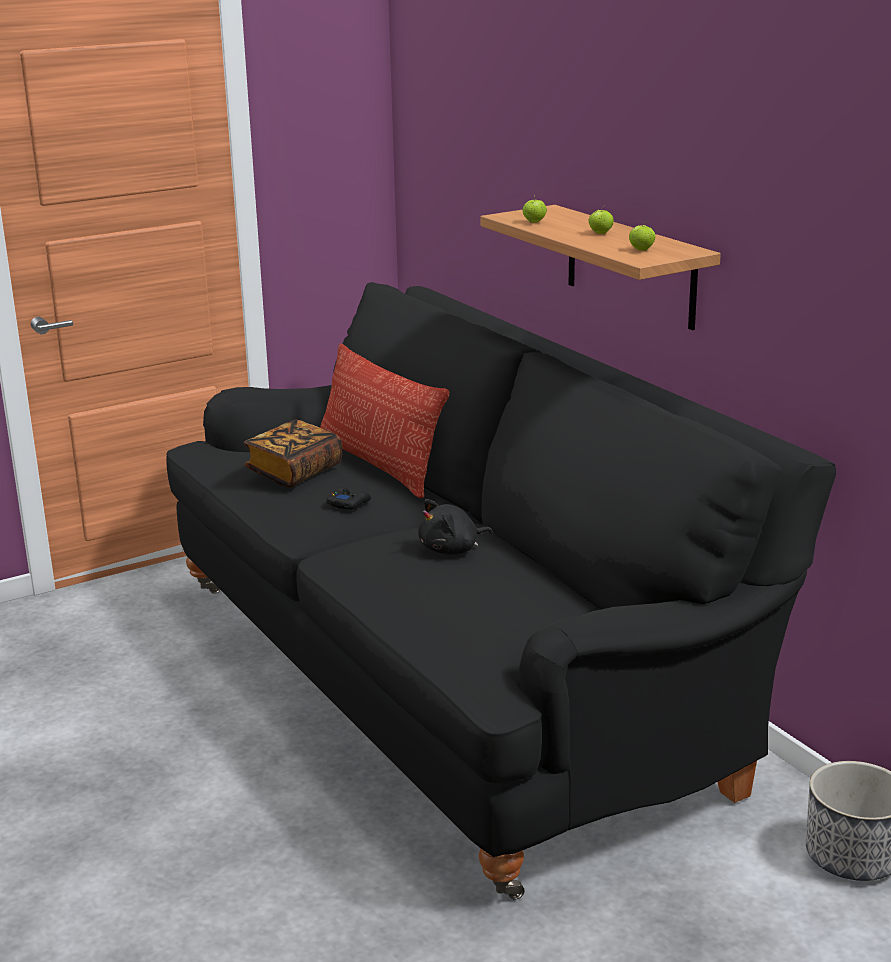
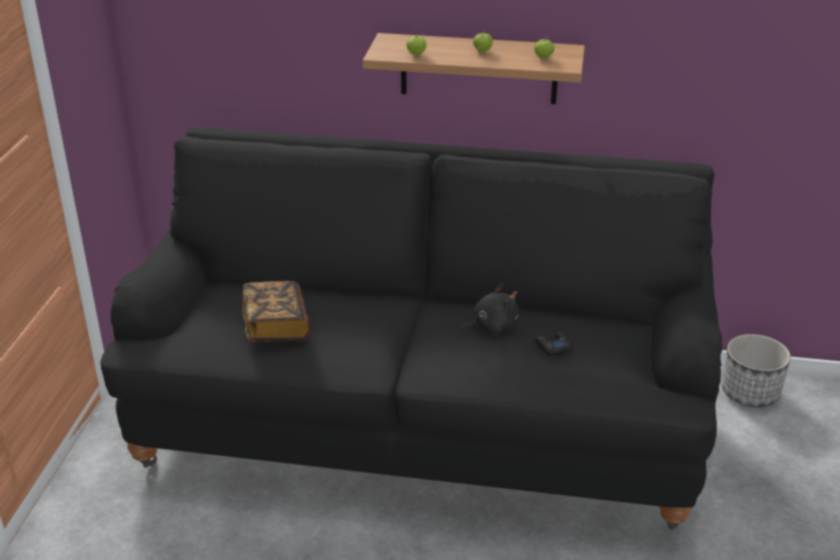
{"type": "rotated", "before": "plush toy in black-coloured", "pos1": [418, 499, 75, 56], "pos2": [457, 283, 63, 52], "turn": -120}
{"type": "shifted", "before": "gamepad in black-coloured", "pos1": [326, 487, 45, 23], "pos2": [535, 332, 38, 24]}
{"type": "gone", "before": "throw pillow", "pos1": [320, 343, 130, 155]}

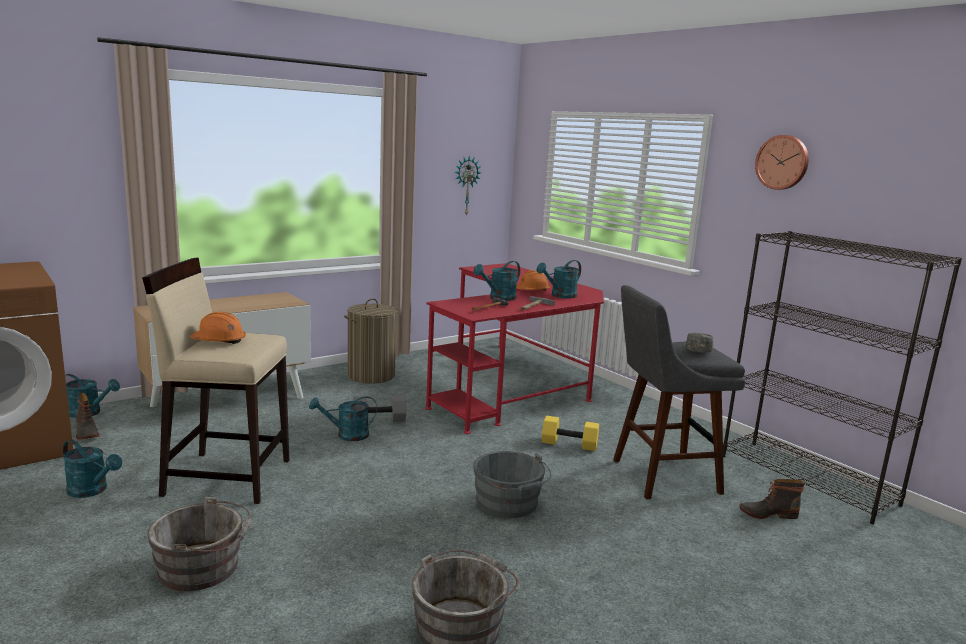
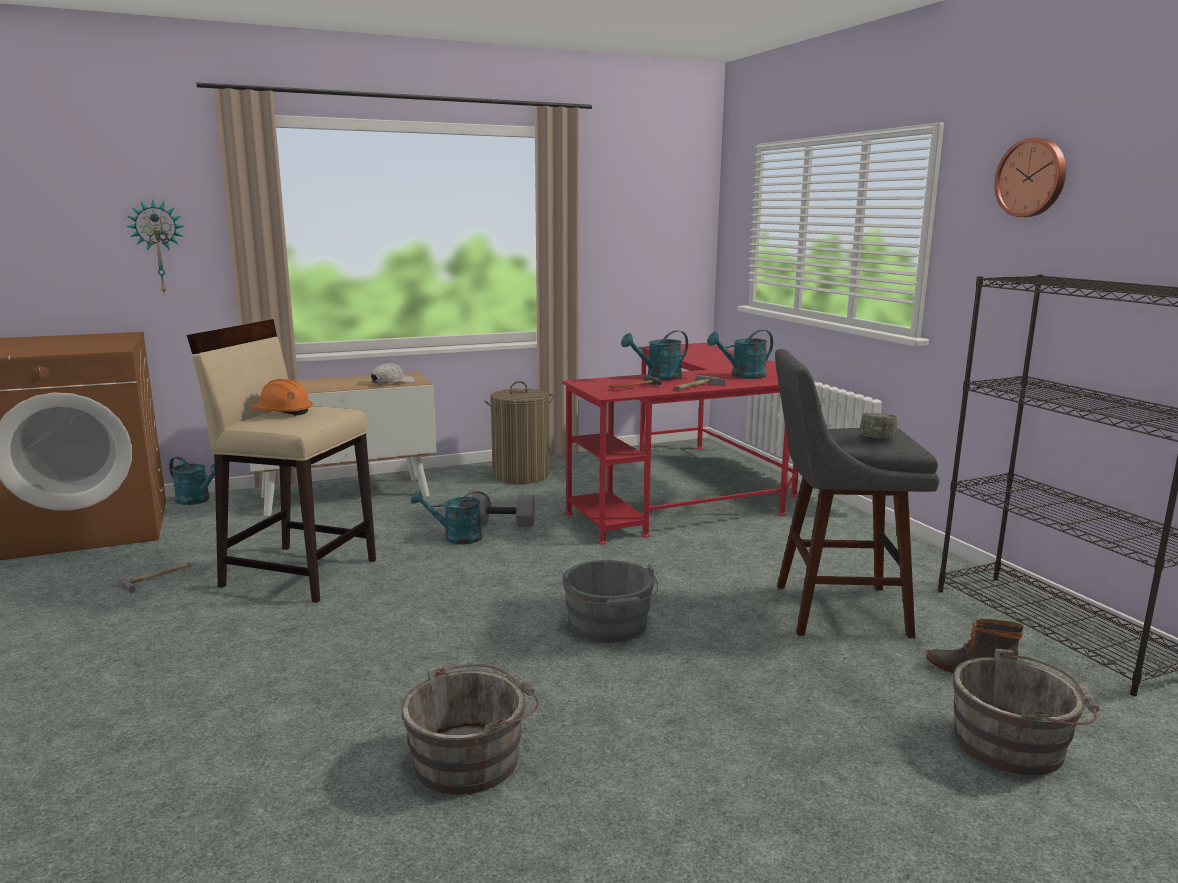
{"type": "swapped", "before": "watering pot in blue-green", "after": "hand hammer", "pos1": [63, 440, 59, 58], "pos2": [118, 562, 74, 31]}
{"type": "shifted", "before": "hanging clock", "pos1": [455, 155, 26, 61], "pos2": [126, 199, 58, 96]}
{"type": "new", "after": "peaked cap in white-coloured", "pos2": [371, 362, 44, 22]}
{"type": "shifted", "before": "bucket in gray", "pos1": [147, 497, 105, 94], "pos2": [953, 648, 146, 127]}
{"type": "gone", "before": "boot", "pos1": [76, 393, 23, 47]}
{"type": "gone", "before": "safety helmet in orange", "pos1": [516, 270, 34, 21]}
{"type": "gone", "before": "dumbbell in yellow-coloured", "pos1": [542, 415, 57, 36]}

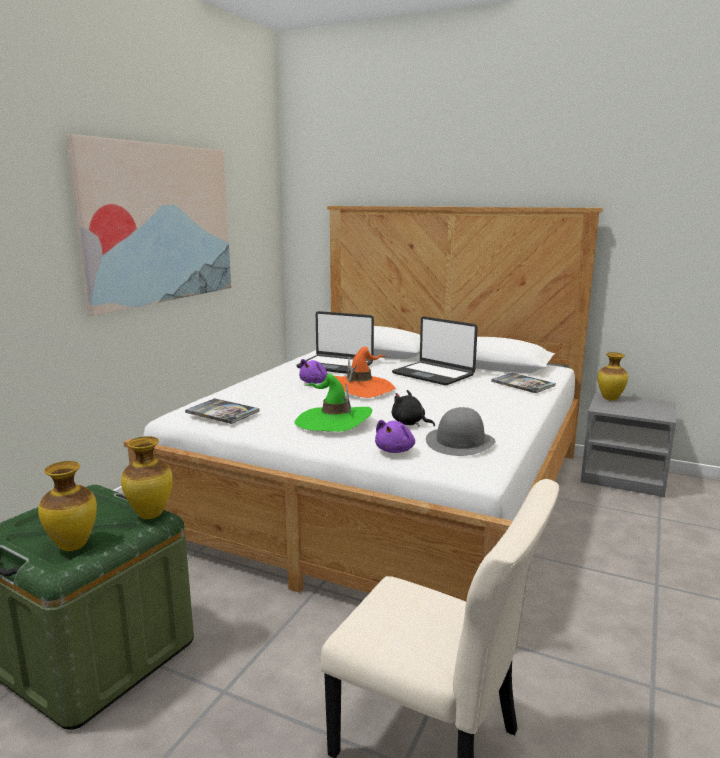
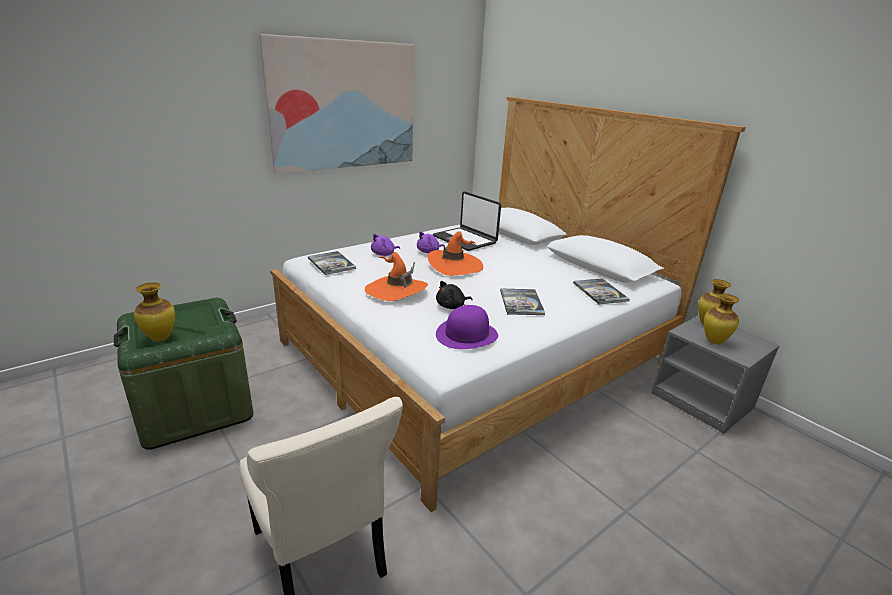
{"type": "repainted", "before": "wearable hat in green", "after": "wearable hat in orange", "pos1": [294, 374, 78, 58], "pos2": [365, 252, 63, 49]}
{"type": "shifted", "before": "plush toy in purple", "pos1": [375, 420, 40, 33], "pos2": [371, 234, 29, 22]}
{"type": "rotated", "before": "plush toy in black-coloured", "pos1": [392, 390, 43, 37], "pos2": [436, 281, 37, 28], "turn": -90}
{"type": "repainted", "before": "wearable hat in gray", "after": "wearable hat in purple", "pos1": [426, 407, 70, 49], "pos2": [436, 305, 62, 44]}
{"type": "new", "after": "bound book", "pos2": [500, 288, 45, 27]}
{"type": "shifted", "before": "flower vase", "pos1": [121, 436, 52, 83], "pos2": [704, 294, 35, 50]}
{"type": "gone", "before": "laptop", "pos1": [392, 316, 86, 70]}

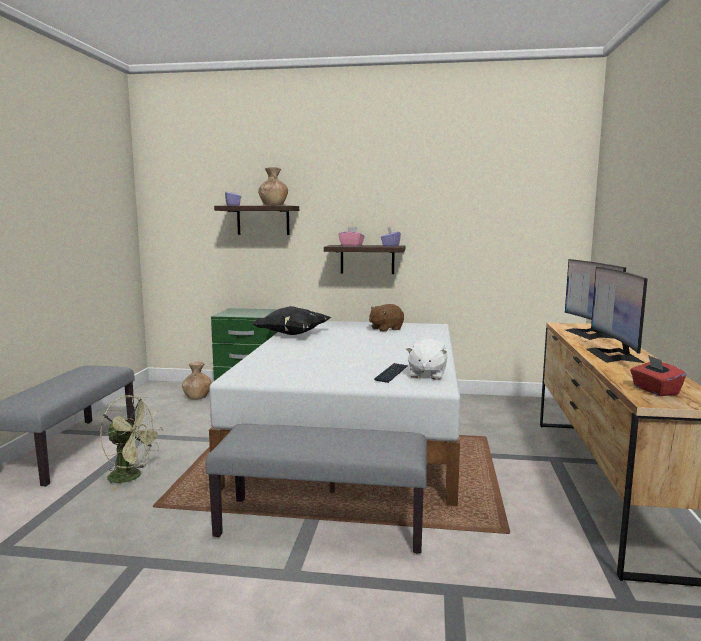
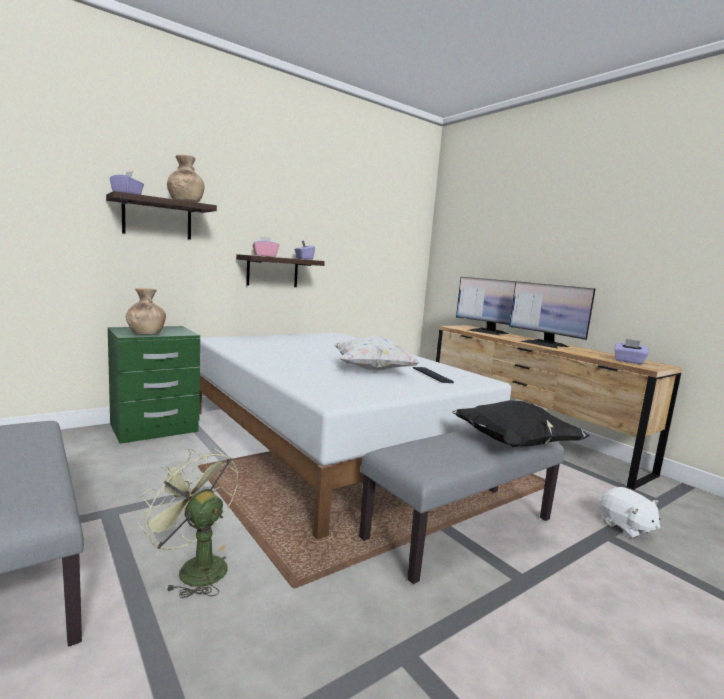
{"type": "shifted", "before": "flower vase in brown-coloured", "pos1": [182, 362, 30, 38], "pos2": [126, 288, 40, 46]}
{"type": "rotated", "before": "fan in green", "pos1": [100, 395, 63, 95], "pos2": [138, 448, 101, 150], "turn": -120}
{"type": "new", "after": "throw pillow in white-coloured", "pos2": [334, 335, 86, 36]}
{"type": "shifted", "before": "throw pillow in black-coloured", "pos1": [251, 306, 80, 29], "pos2": [452, 400, 137, 47]}
{"type": "shifted", "before": "plush toy in white-coloured", "pos1": [406, 339, 41, 41], "pos2": [600, 487, 60, 51]}
{"type": "repainted", "before": "box of tissues in red", "after": "box of tissues in purple", "pos1": [630, 355, 56, 41], "pos2": [614, 339, 35, 25]}
{"type": "gone", "before": "plush toy in brown-coloured", "pos1": [369, 304, 35, 28]}

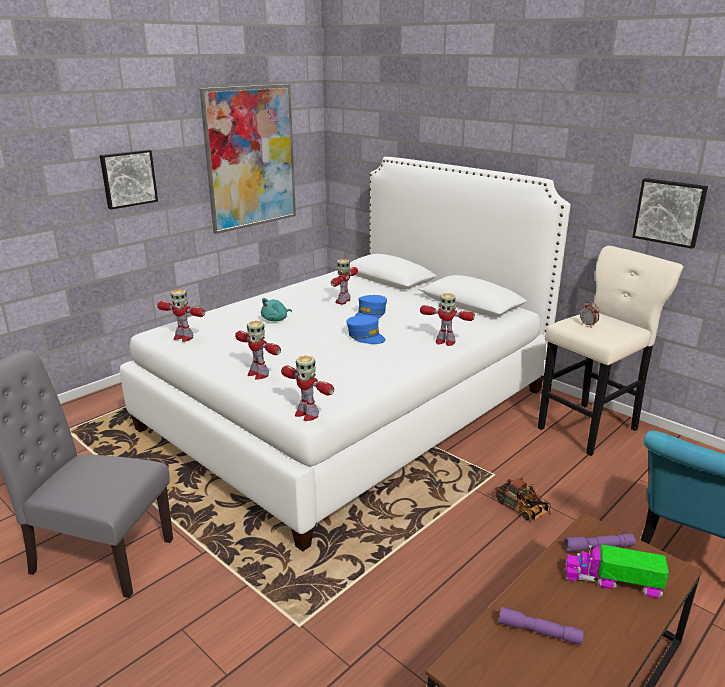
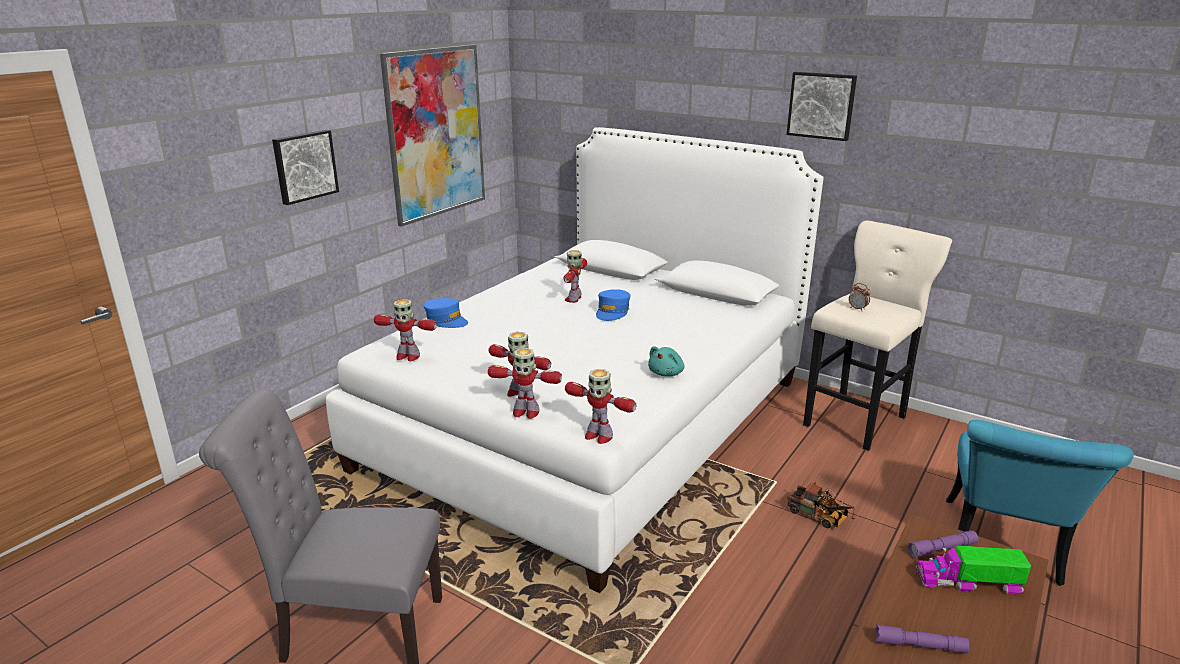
{"type": "shifted", "before": "peaked cap in blue", "pos1": [346, 316, 40, 28], "pos2": [424, 298, 44, 30]}
{"type": "shifted", "before": "robot figure", "pos1": [420, 294, 55, 52], "pos2": [488, 348, 74, 71]}
{"type": "shifted", "before": "plush toy in blue-green", "pos1": [261, 298, 31, 23], "pos2": [648, 346, 37, 30]}
{"type": "shifted", "before": "picture", "pos1": [632, 178, 76, 71], "pos2": [787, 72, 70, 69]}

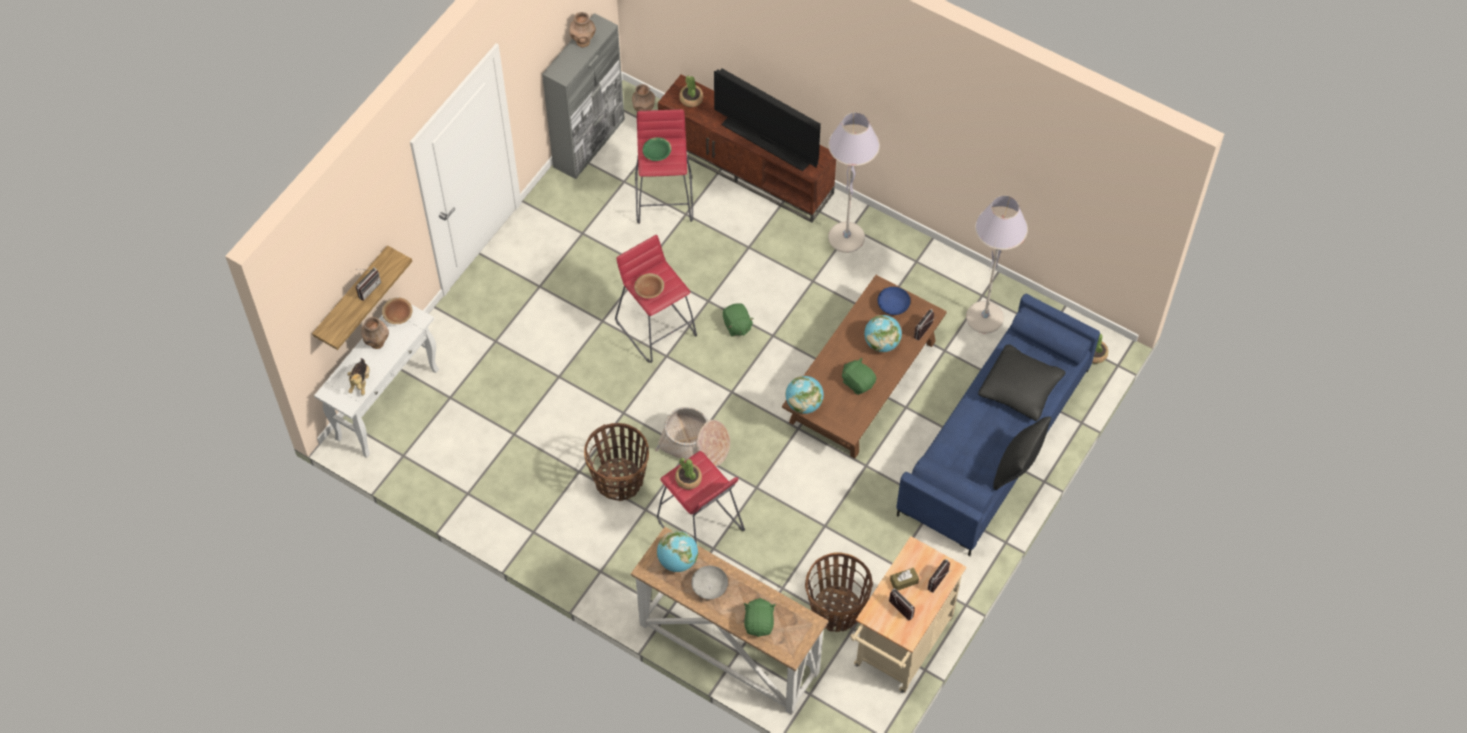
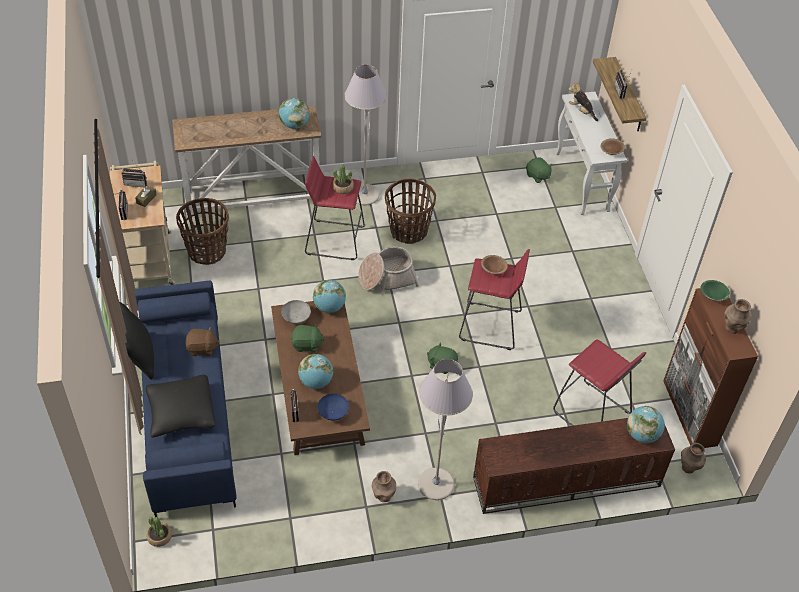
{"type": "new", "after": "plush toy in brown-coloured", "pos2": [185, 327, 35, 29]}
{"type": "shifted", "before": "deep dish in gray", "pos1": [691, 566, 37, 33], "pos2": [281, 300, 30, 24]}
{"type": "shifted", "before": "standing lamp in gray", "pos1": [966, 196, 62, 137], "pos2": [344, 65, 43, 140]}
{"type": "shifted", "before": "flower vase in brown-coloured", "pos1": [361, 317, 28, 32], "pos2": [372, 471, 24, 31]}
{"type": "shifted", "before": "plush toy in green", "pos1": [744, 598, 31, 39], "pos2": [526, 157, 27, 26]}
{"type": "swapped", "before": "potted plant", "after": "globe", "pos1": [679, 76, 24, 31], "pos2": [627, 406, 38, 37]}
{"type": "repainted", "before": "cabinet in gray", "after": "cabinet in brown-coloured", "pos1": [542, 13, 83, 166], "pos2": [663, 288, 95, 160]}
{"type": "shifted", "before": "deep dish in green", "pos1": [642, 137, 29, 24], "pos2": [701, 280, 29, 21]}
{"type": "gone", "before": "TV", "pos1": [714, 69, 107, 102]}

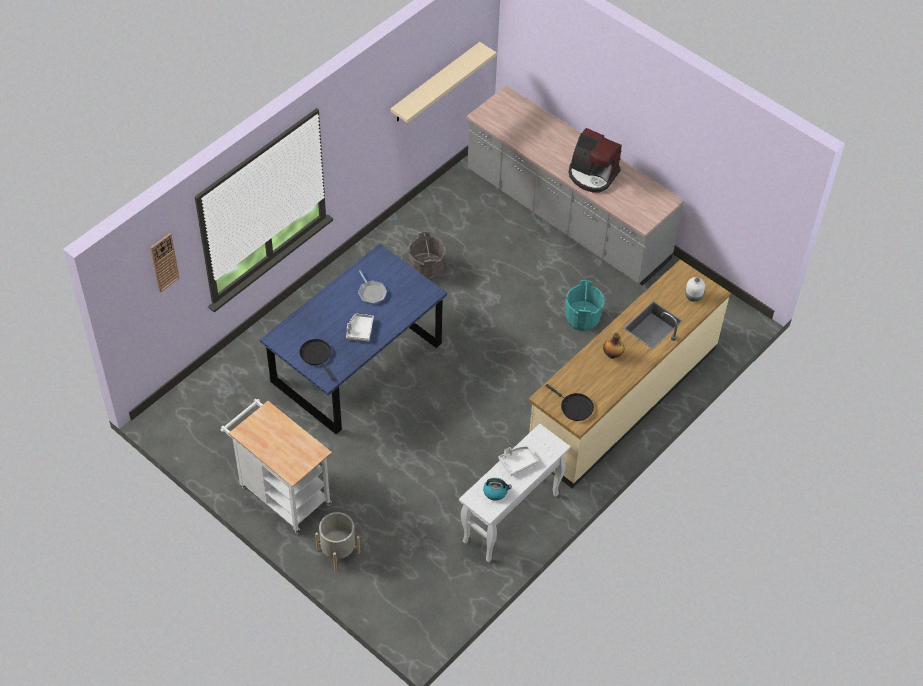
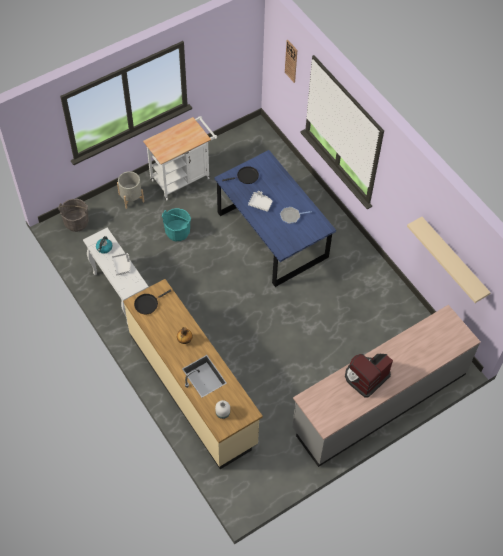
{"type": "shifted", "before": "bucket in gray", "pos1": [408, 231, 38, 50], "pos2": [58, 199, 31, 33]}
{"type": "shifted", "before": "bucket in blue-green", "pos1": [566, 280, 39, 51], "pos2": [162, 208, 29, 33]}

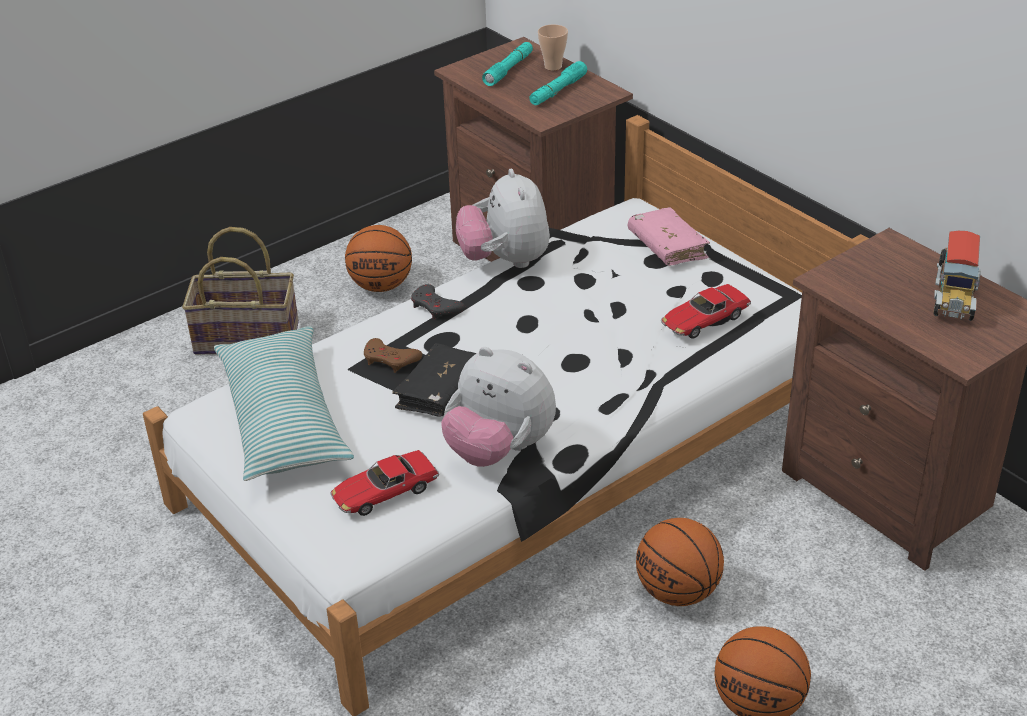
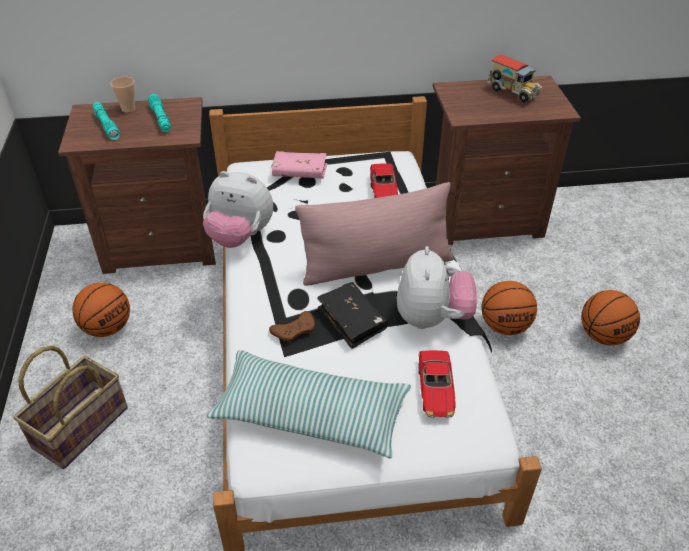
{"type": "new", "after": "throw pillow in pink", "pos2": [295, 182, 158, 104]}
{"type": "rotated", "before": "plush toy", "pos1": [441, 347, 115, 120], "pos2": [397, 246, 80, 83], "turn": -60}
{"type": "gone", "before": "gamepad in gray", "pos1": [411, 284, 54, 35]}

